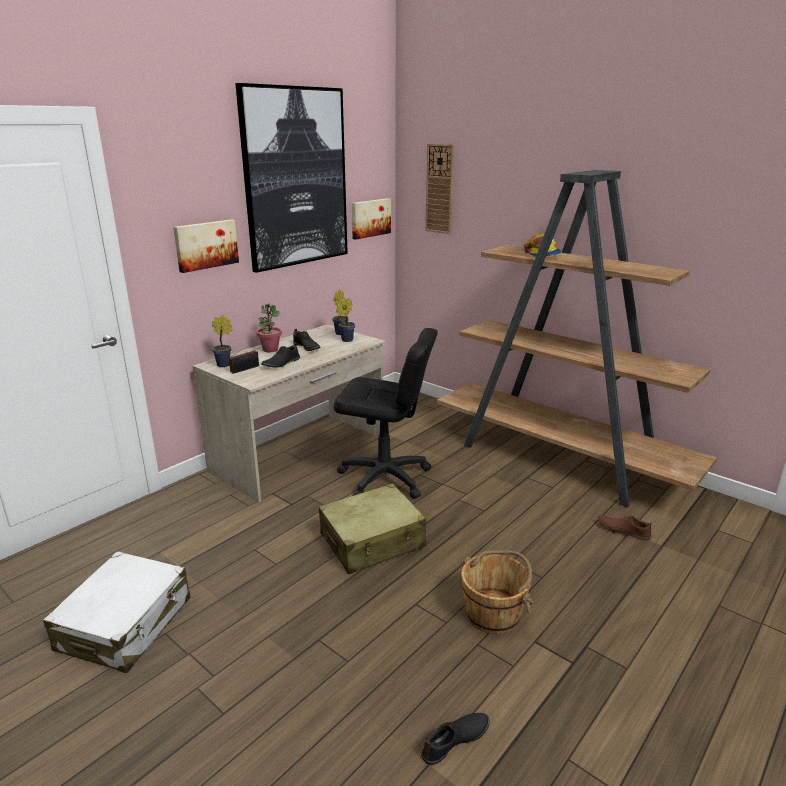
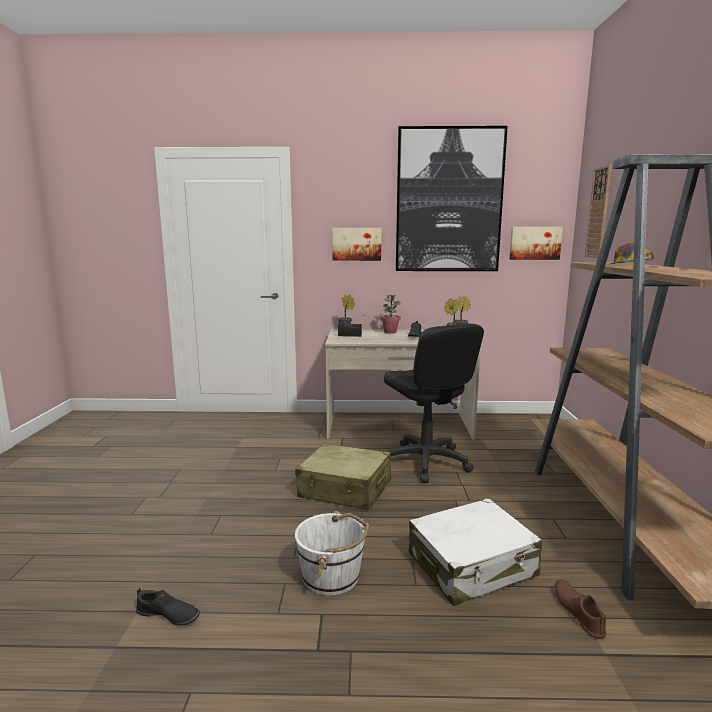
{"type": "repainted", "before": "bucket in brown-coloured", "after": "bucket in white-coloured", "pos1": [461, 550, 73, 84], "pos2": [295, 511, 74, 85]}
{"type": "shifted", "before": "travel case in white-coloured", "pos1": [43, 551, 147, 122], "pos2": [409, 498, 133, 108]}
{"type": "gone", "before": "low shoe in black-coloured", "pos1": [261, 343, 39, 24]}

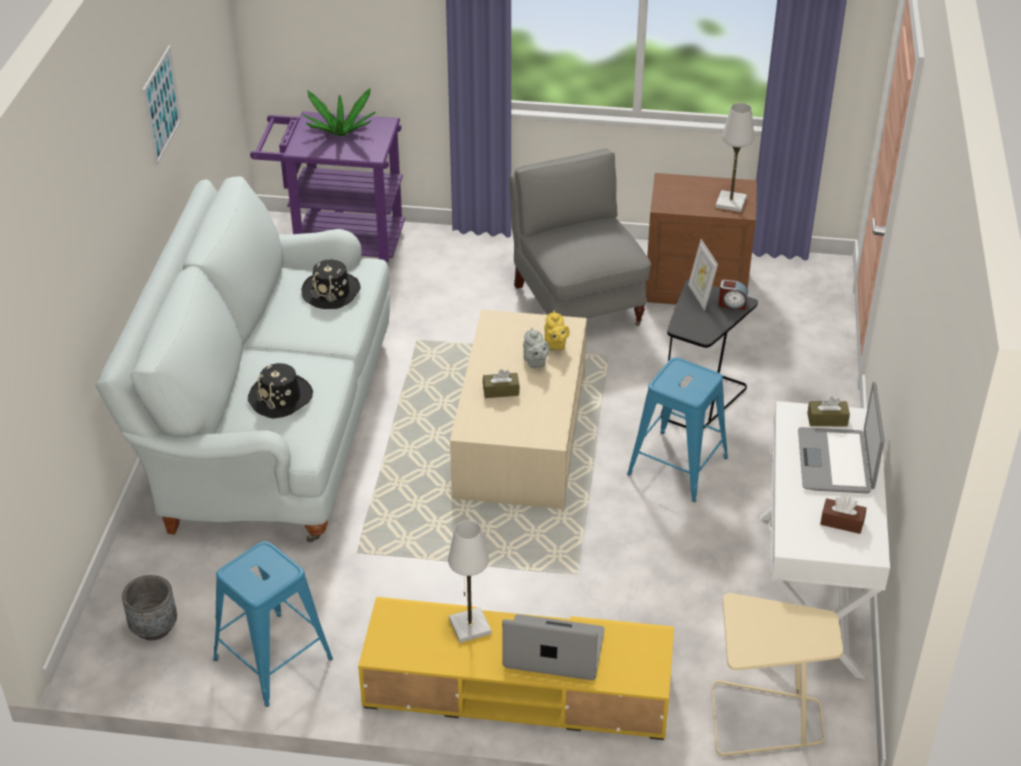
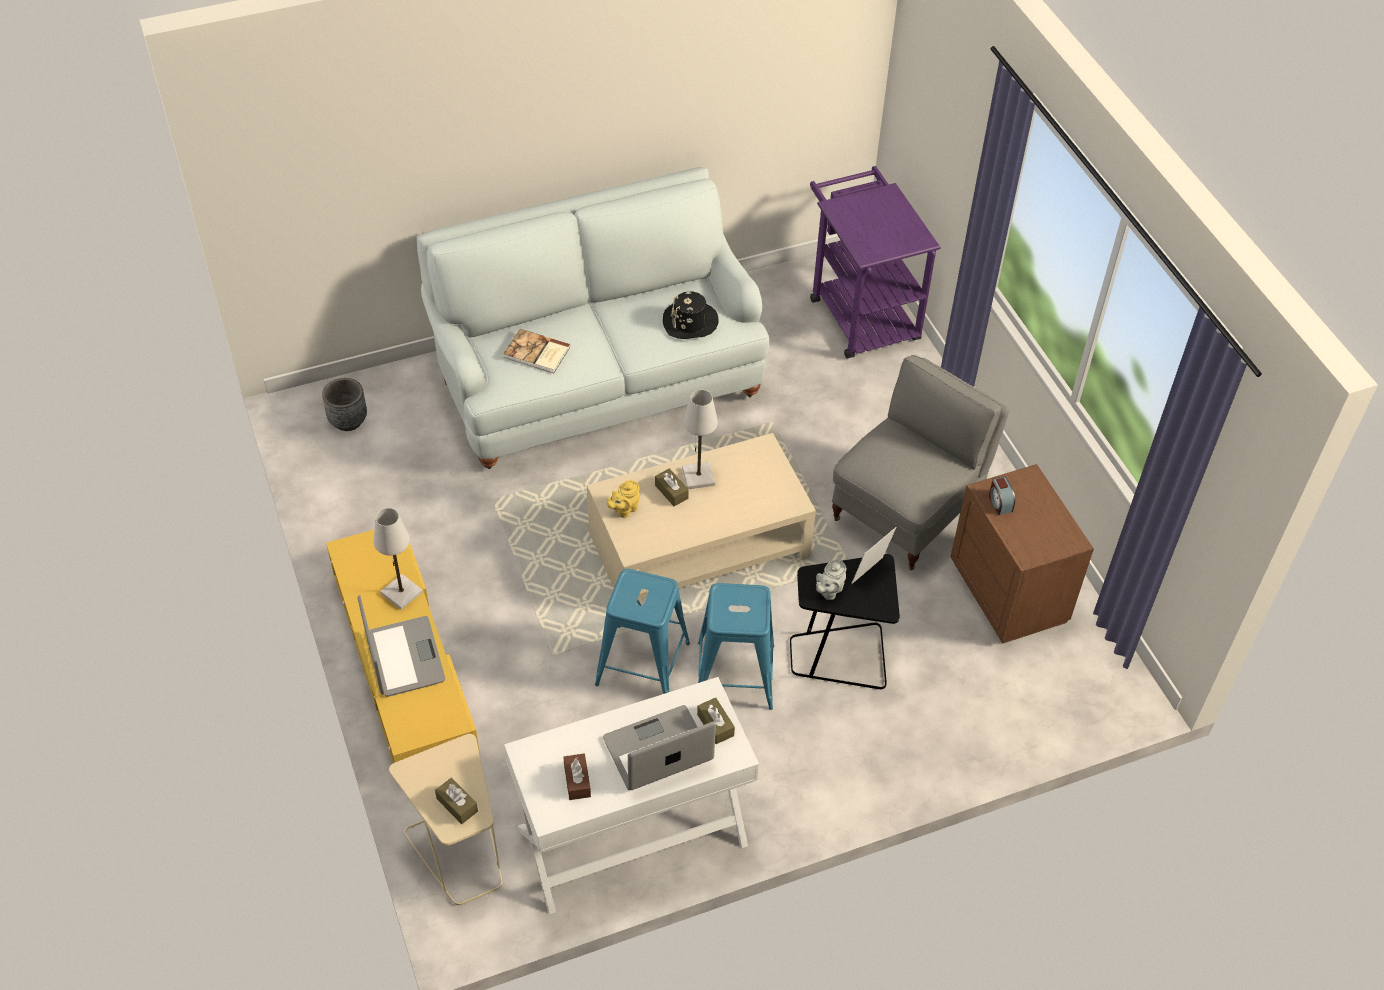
{"type": "new", "after": "box of tissues in brown-coloured", "pos2": [435, 778, 43, 46]}
{"type": "swapped", "before": "wearable hat in black-coloured", "after": "bound book", "pos1": [248, 363, 65, 55], "pos2": [503, 329, 67, 44]}
{"type": "shifted", "before": "stool seat in blue", "pos1": [213, 541, 120, 166], "pos2": [595, 569, 95, 125]}
{"type": "shifted", "before": "teapot in yellow-coloured", "pos1": [544, 311, 26, 40], "pos2": [607, 480, 33, 38]}
{"type": "shifted", "before": "tabletop lamp in white-coloured", "pos1": [716, 103, 38, 109], "pos2": [682, 390, 36, 99]}
{"type": "shifted", "before": "teapot in gray", "pos1": [523, 328, 27, 40], "pos2": [816, 560, 30, 40]}
{"type": "shifted", "before": "table clock", "pos1": [719, 280, 29, 30], "pos2": [989, 476, 26, 39]}
{"type": "gone", "before": "picture", "pos1": [143, 46, 39, 120]}
{"type": "gone", "before": "potted plant", "pos1": [303, 88, 73, 48]}

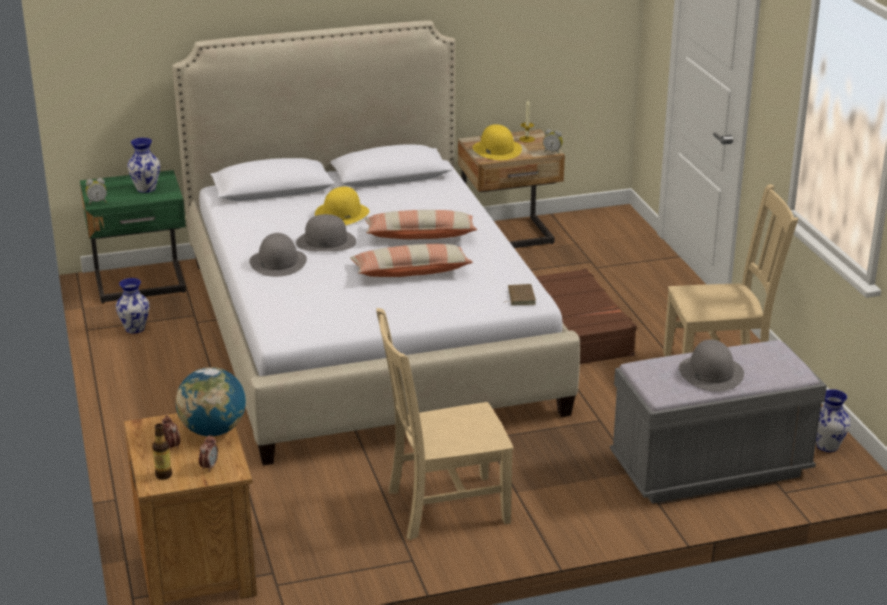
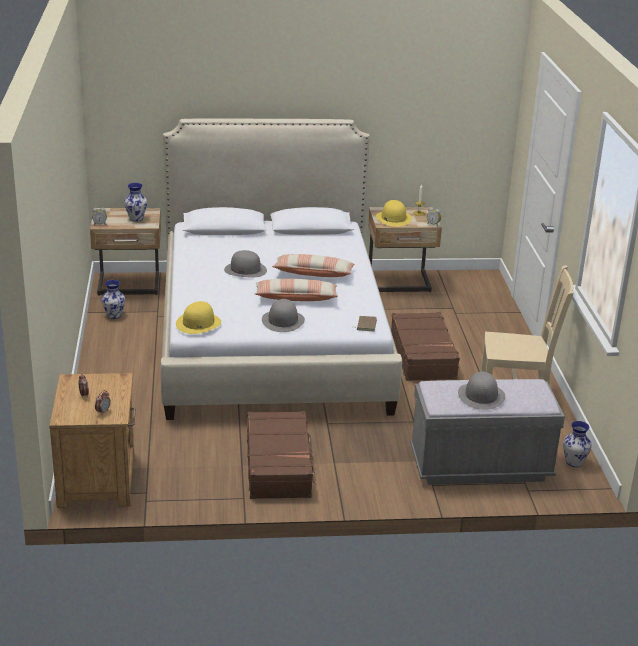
{"type": "repainted", "before": "night table in green", "after": "night table in sand-coloured", "pos1": [80, 170, 106, 133], "pos2": [90, 208, 71, 88]}
{"type": "shifted", "before": "wearable hat in yellow-coloured", "pos1": [315, 187, 54, 38], "pos2": [176, 301, 45, 33]}
{"type": "swapped", "before": "upright chair in sand-coloured", "after": "travel case in brown-coloured", "pos1": [376, 308, 137, 232], "pos2": [247, 411, 70, 88]}
{"type": "shifted", "before": "wearable hat in gray", "pos1": [249, 233, 58, 44], "pos2": [262, 299, 43, 33]}
{"type": "gone", "before": "drink bottle", "pos1": [152, 423, 20, 57]}
{"type": "gone", "before": "globe", "pos1": [176, 367, 70, 69]}

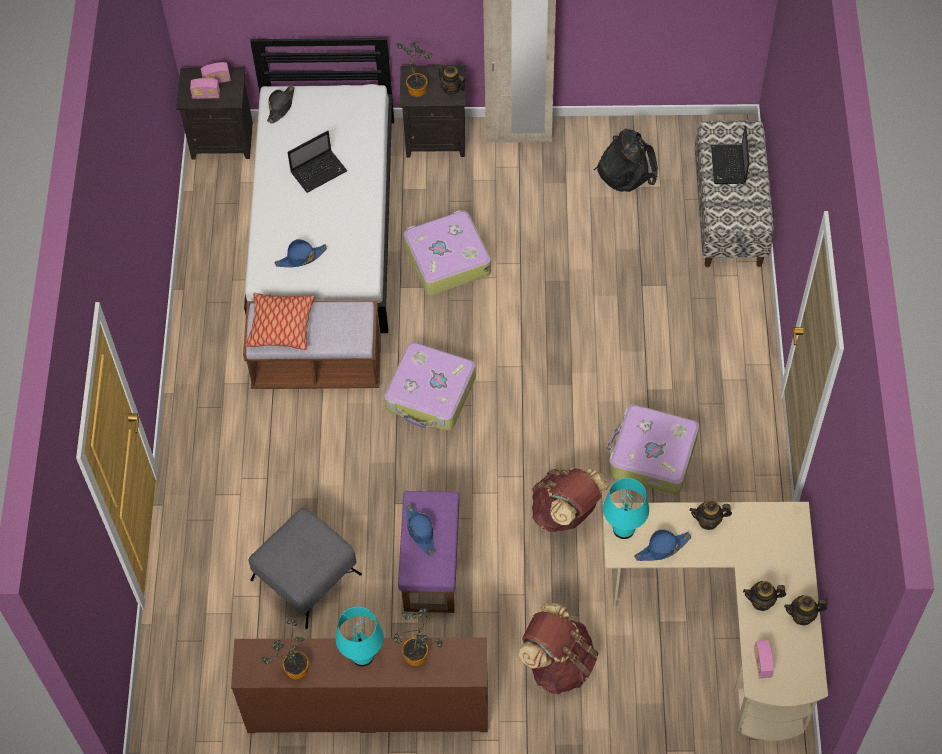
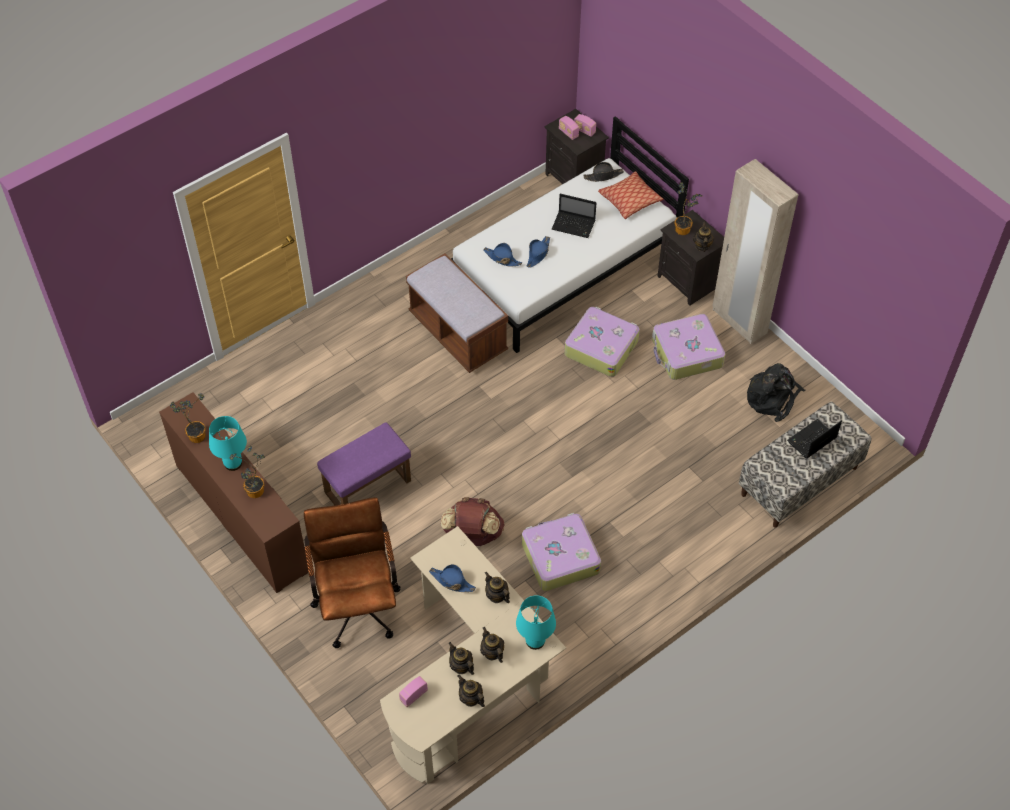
{"type": "swapped", "before": "knapsack in brown-coloured", "after": "office chair in brown-coloured", "pos1": [519, 603, 79, 92], "pos2": [304, 497, 97, 151]}
{"type": "new", "after": "teapot", "pos2": [480, 627, 24, 36]}
{"type": "shifted", "before": "tabletop lamp in blue-green", "pos1": [603, 478, 46, 61], "pos2": [516, 595, 40, 55]}
{"type": "shifted", "before": "wearable hat in blue", "pos1": [405, 504, 30, 52], "pos2": [527, 236, 23, 32]}
{"type": "shifted", "before": "throw pillow", "pos1": [245, 293, 70, 57], "pos2": [598, 171, 65, 48]}
{"type": "shifted", "before": "travel case", "pos1": [384, 342, 92, 89], "pos2": [652, 314, 73, 66]}
{"type": "gone", "before": "pouffe in gray", "pos1": [248, 508, 114, 121]}

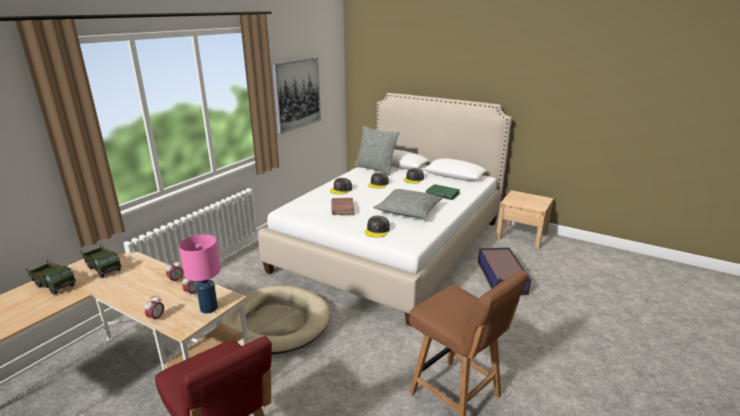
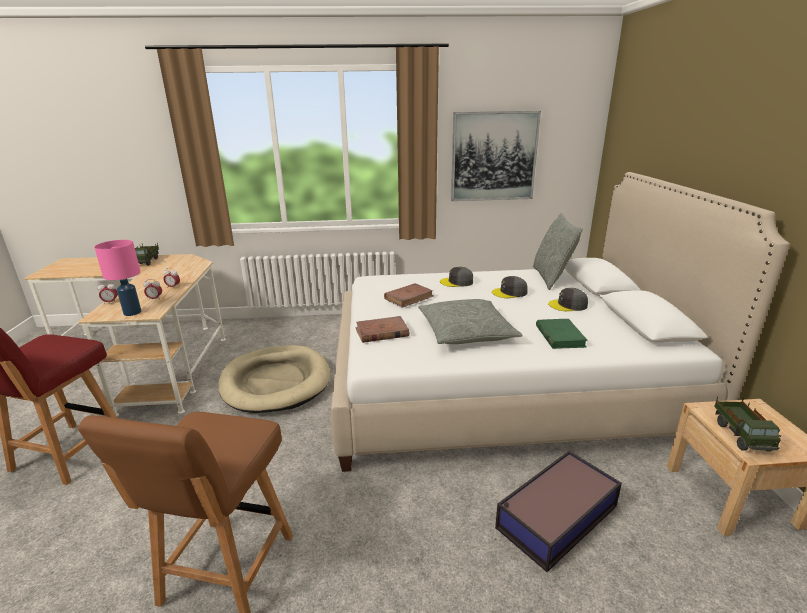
{"type": "swapped", "before": "peaked cap in gray", "after": "bound book in brown-coloured", "pos1": [364, 216, 26, 22], "pos2": [355, 316, 54, 27]}
{"type": "shifted", "before": "toy lorry", "pos1": [81, 245, 41, 33], "pos2": [714, 397, 67, 54]}

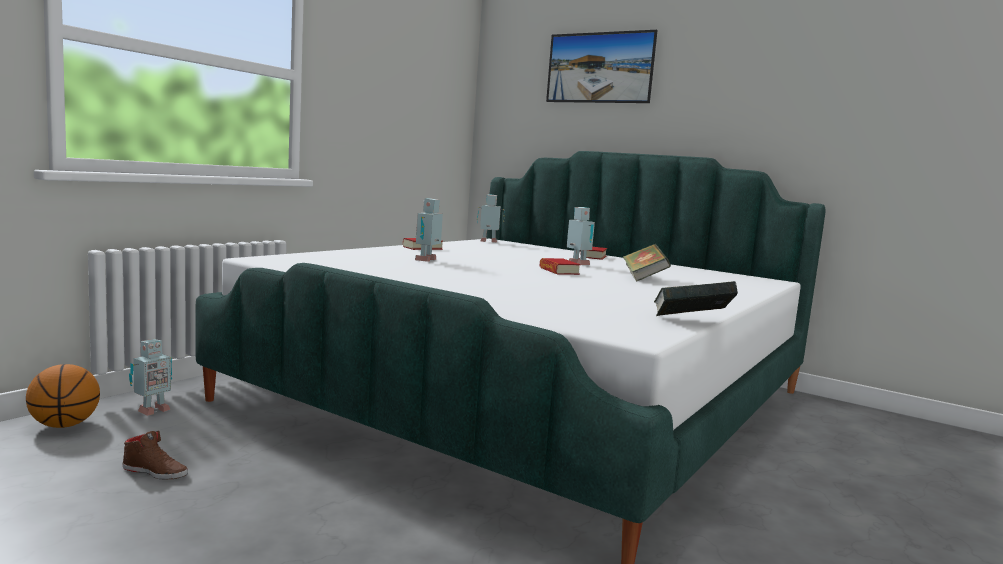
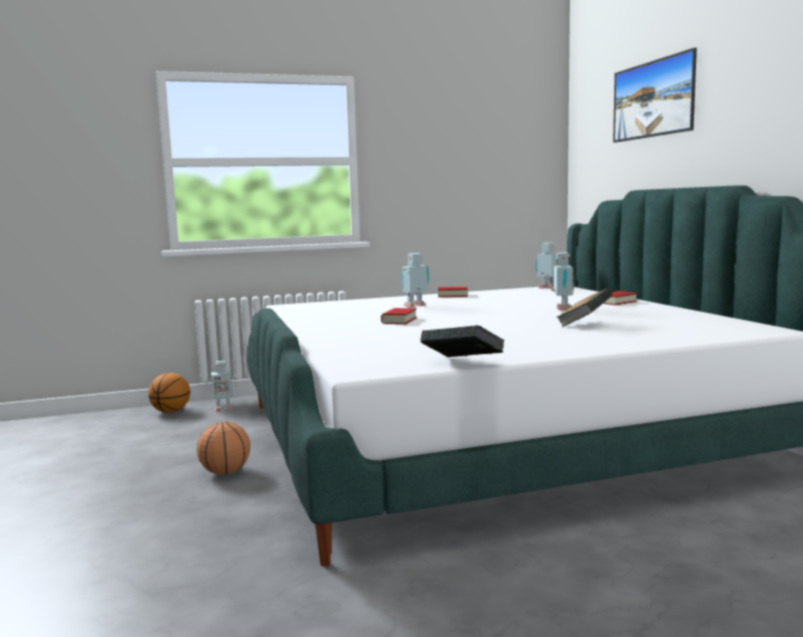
{"type": "new", "after": "basketball ball", "pos2": [197, 422, 53, 53]}
{"type": "shifted", "before": "bound book", "pos1": [539, 258, 42, 17], "pos2": [381, 308, 36, 16]}
{"type": "gone", "before": "low shoe in brown-coloured", "pos1": [122, 431, 66, 48]}

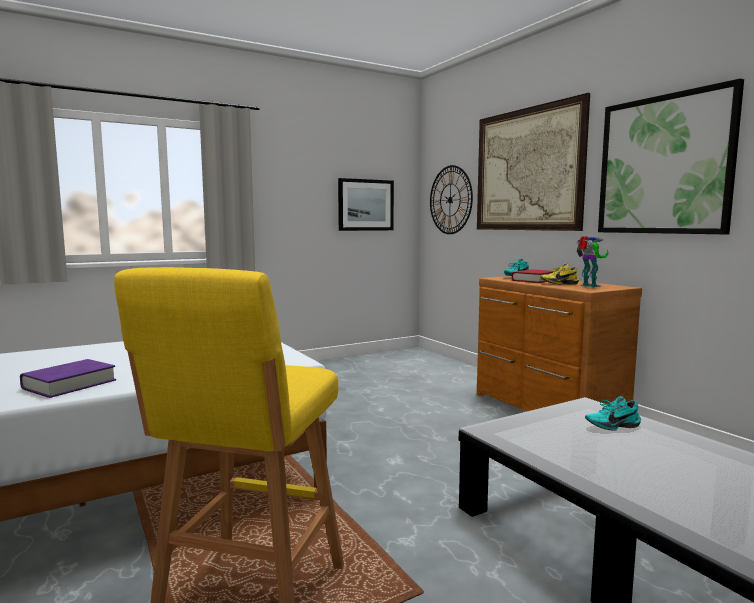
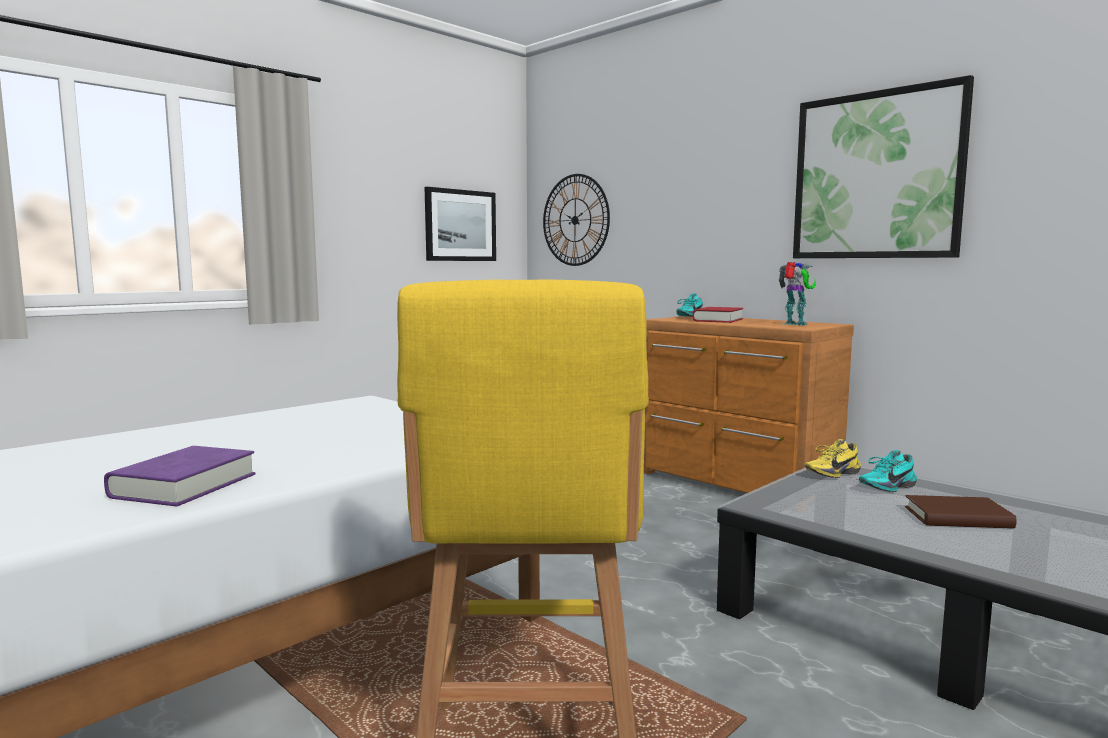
{"type": "shifted", "before": "low shoe in yellow-coloured", "pos1": [540, 263, 39, 21], "pos2": [805, 439, 56, 39]}
{"type": "new", "after": "bound book in brown-coloured", "pos2": [905, 495, 112, 34]}
{"type": "gone", "before": "picture", "pos1": [477, 93, 113, 138]}

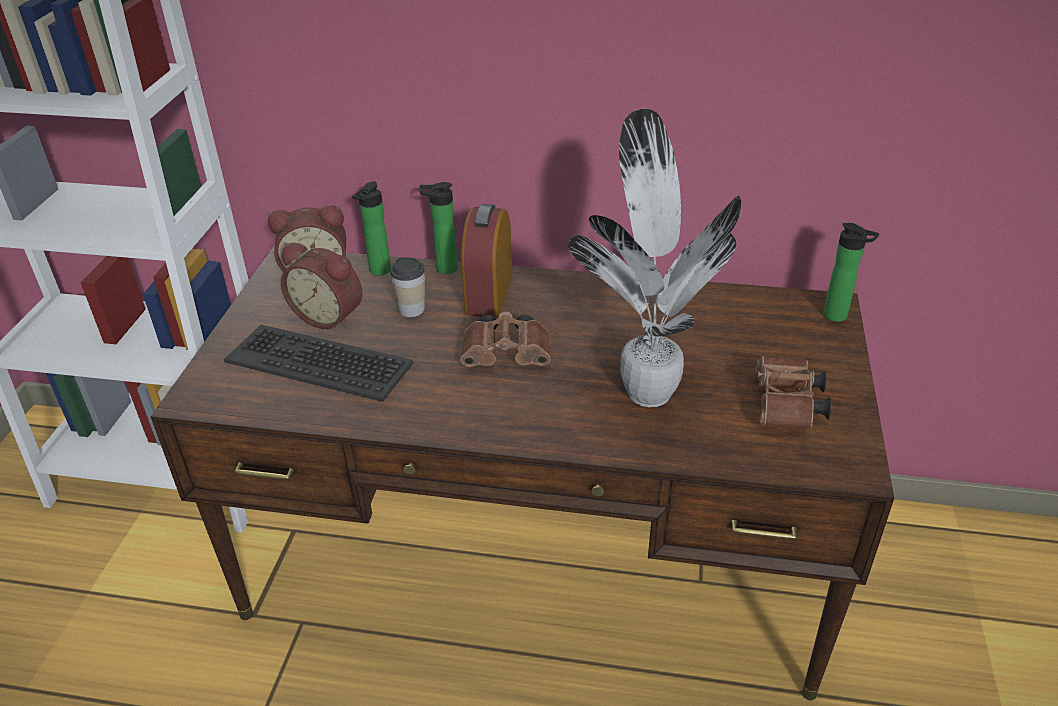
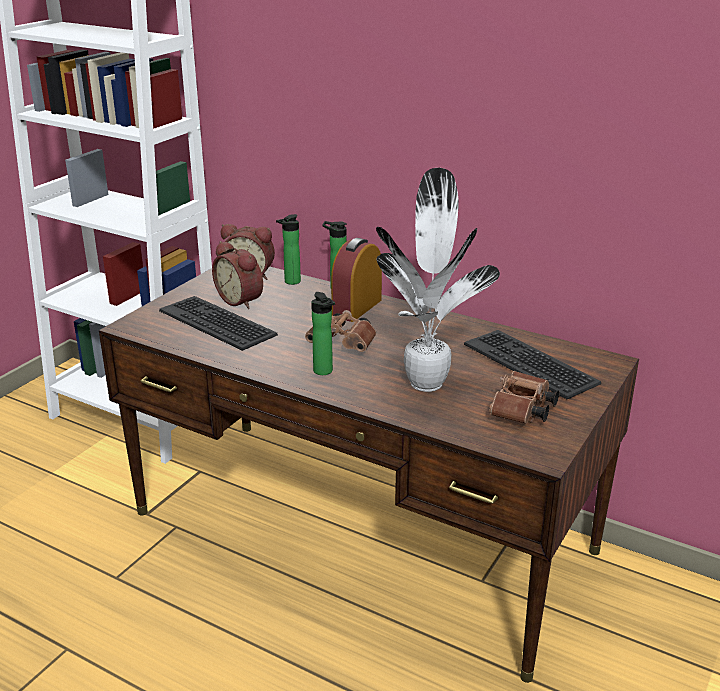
{"type": "shifted", "before": "drink bottle", "pos1": [823, 223, 56, 99], "pos2": [311, 292, 24, 83]}
{"type": "new", "after": "PC keyboard", "pos2": [464, 330, 137, 69]}
{"type": "gone", "before": "cup", "pos1": [390, 257, 35, 60]}

